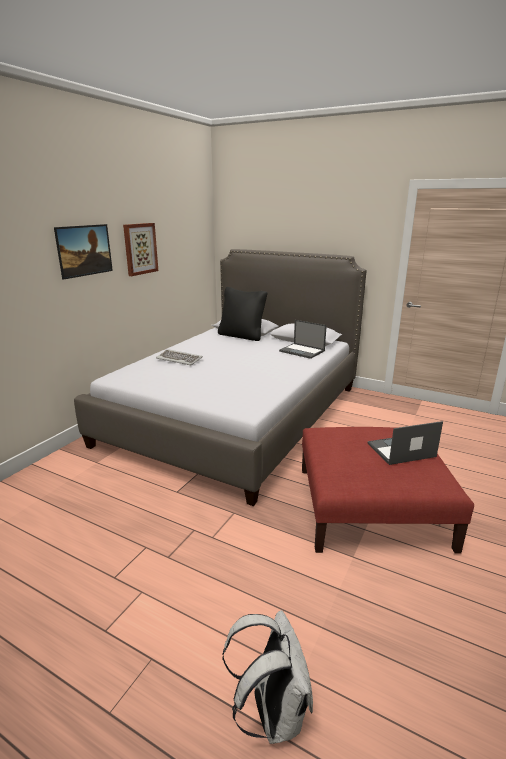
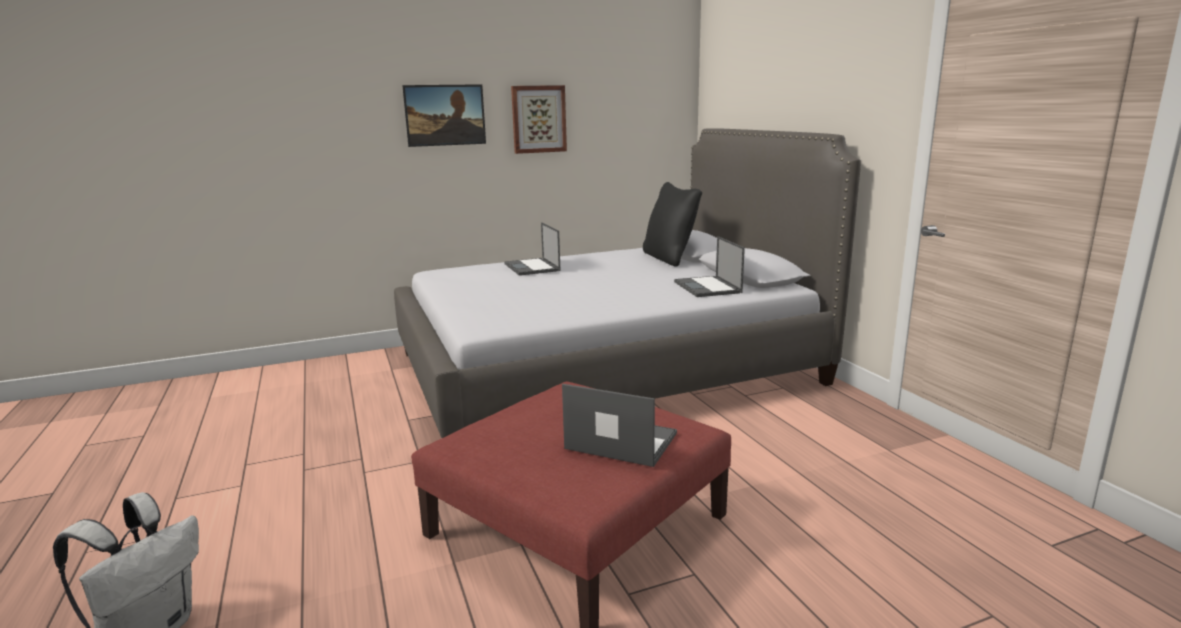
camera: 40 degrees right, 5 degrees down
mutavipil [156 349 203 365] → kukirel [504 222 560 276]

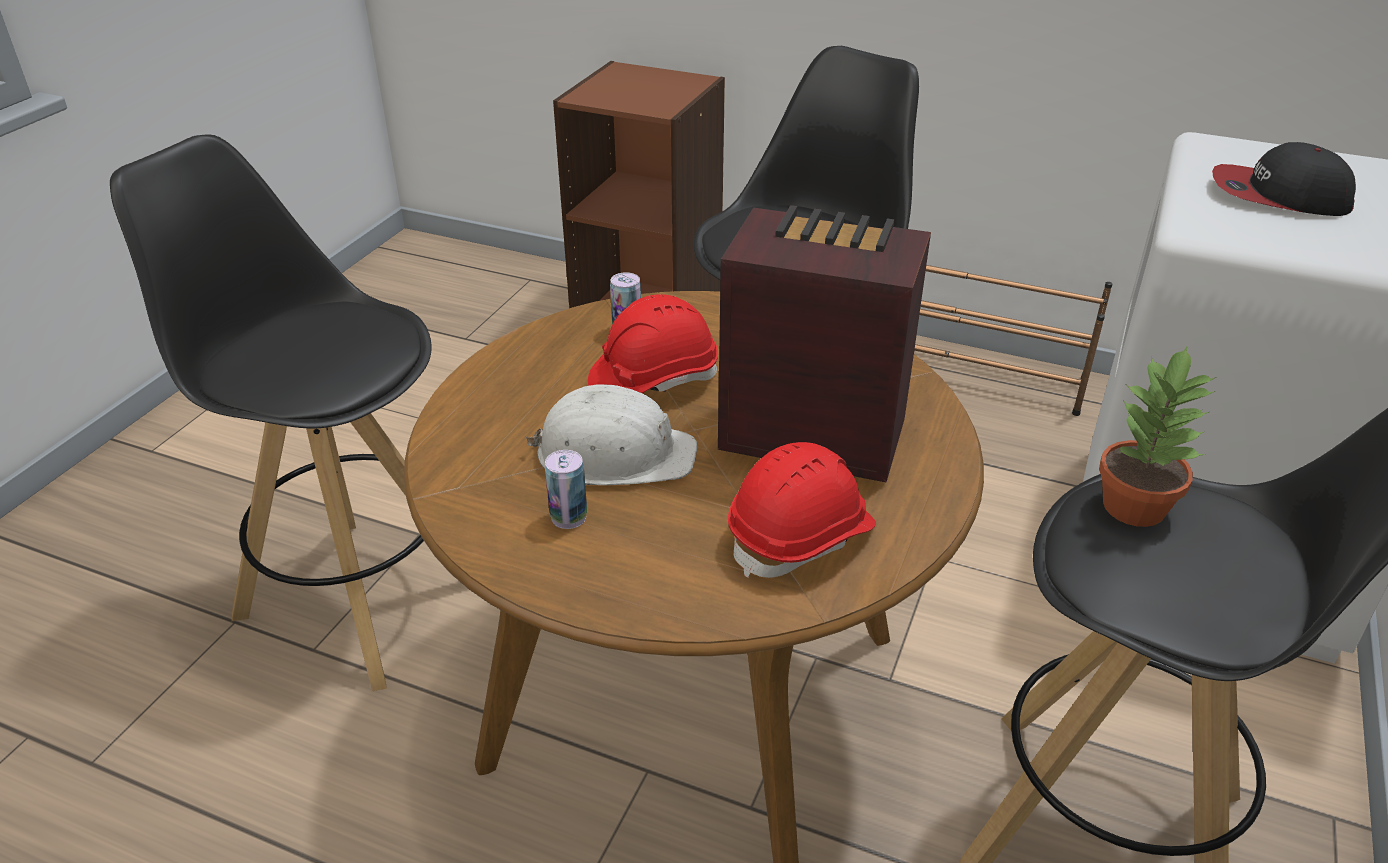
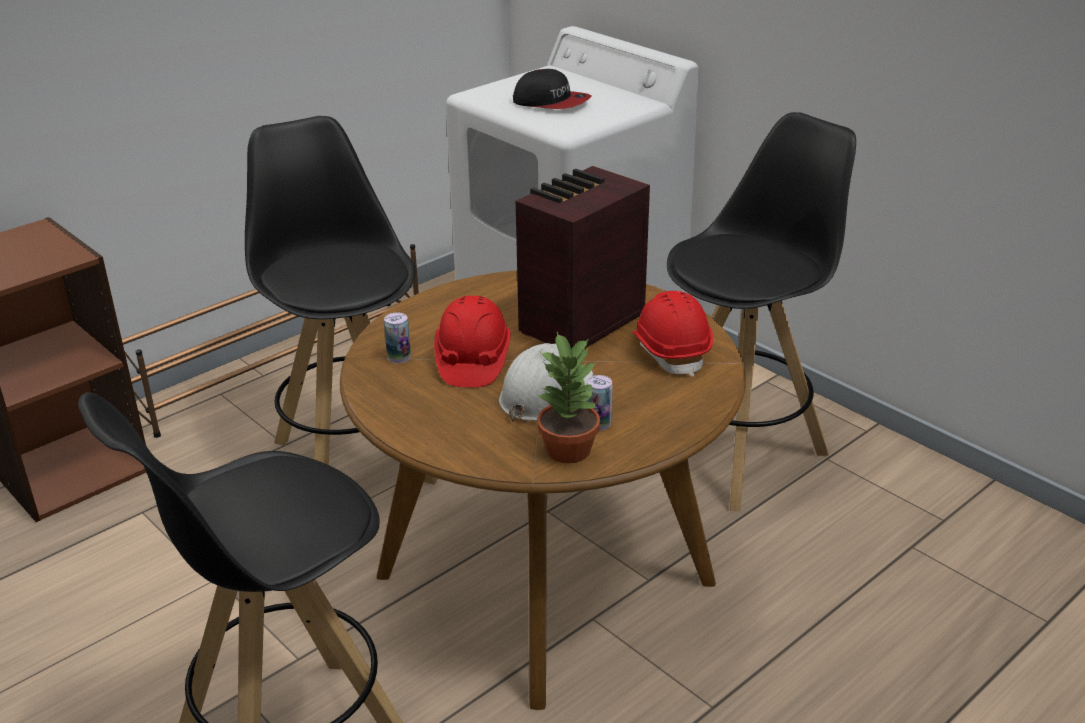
camera: 65 degrees left, 5 degrees down
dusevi [1099 347 1216 527] → dusevi [537 332 600 463], move
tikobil [1212 142 1356 216] → tikobil [513 69 591 109], 105 degrees counterclockwise

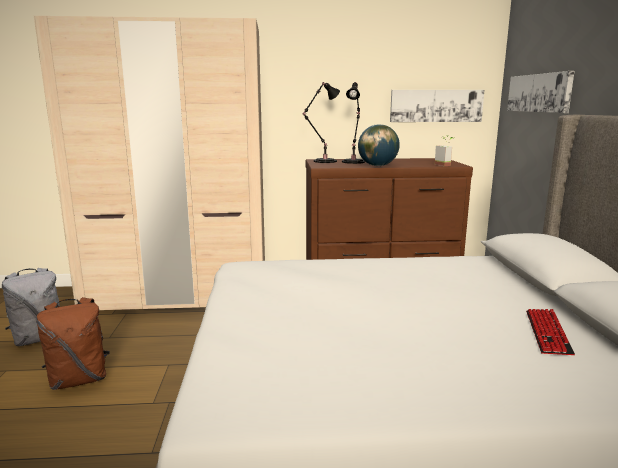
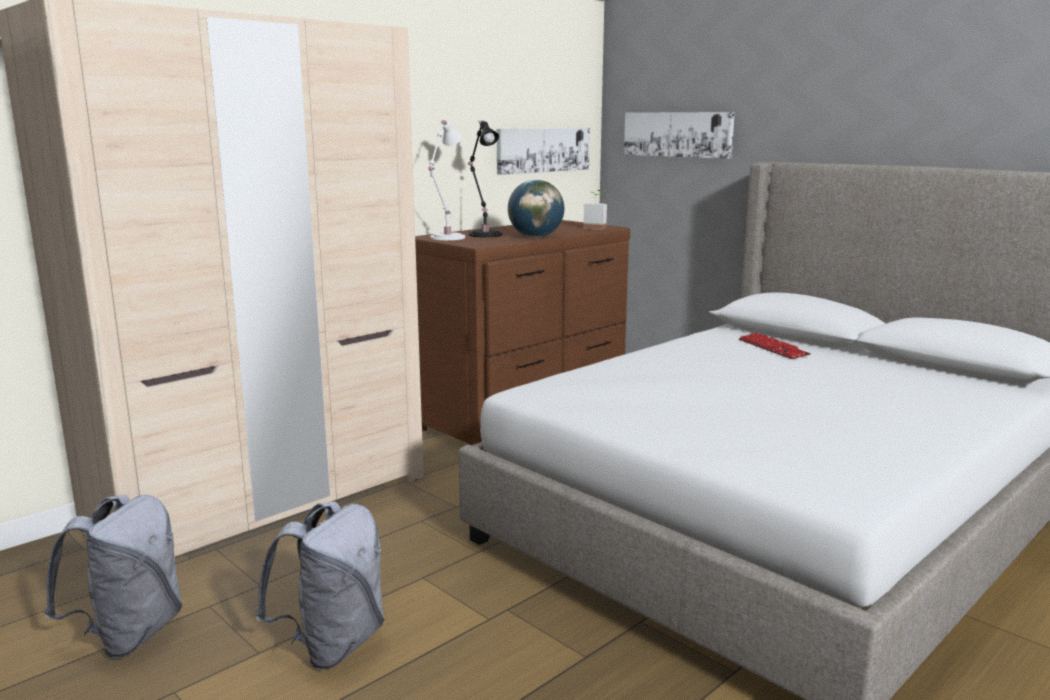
camera: 40 degrees left, 0 degrees up
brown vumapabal [36 297 110 390] → grey vumapabal [256 501 385 669]
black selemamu [303 82 340 163] → white selemamu [428 120 465 240]
mutavipil [526 309 575 355] → mutavipil [739 332 811 359], move

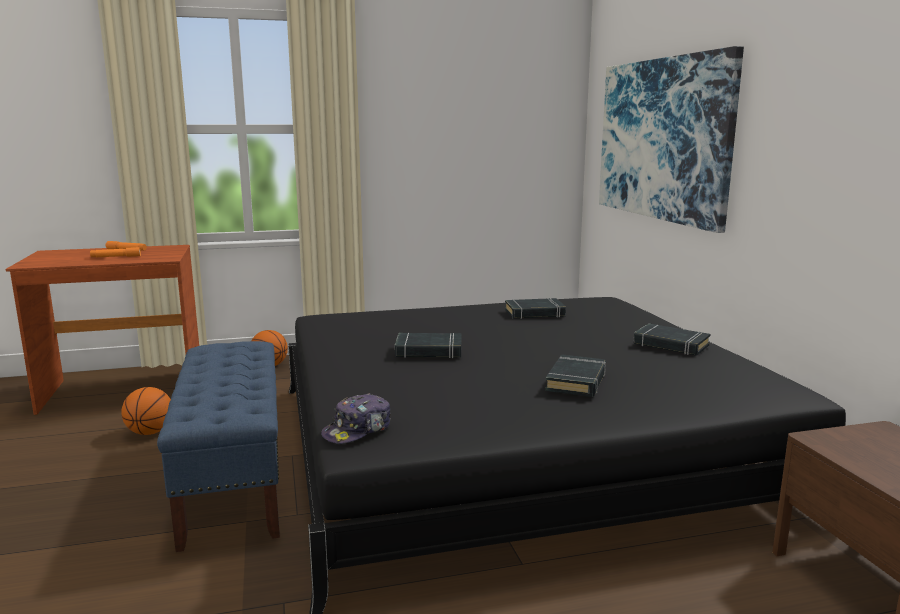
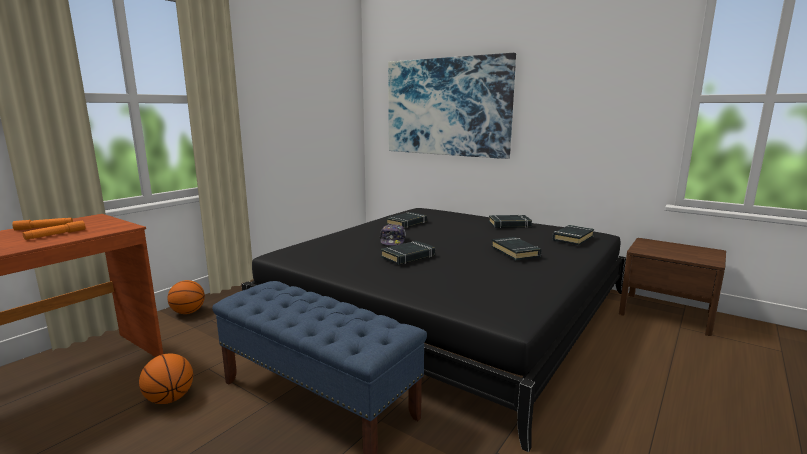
camera: 40 degrees left, 0 degrees up
tikobil [321 393 391 444] → tikobil [380 224 406 246], move
- → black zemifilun [552 225 594 245]

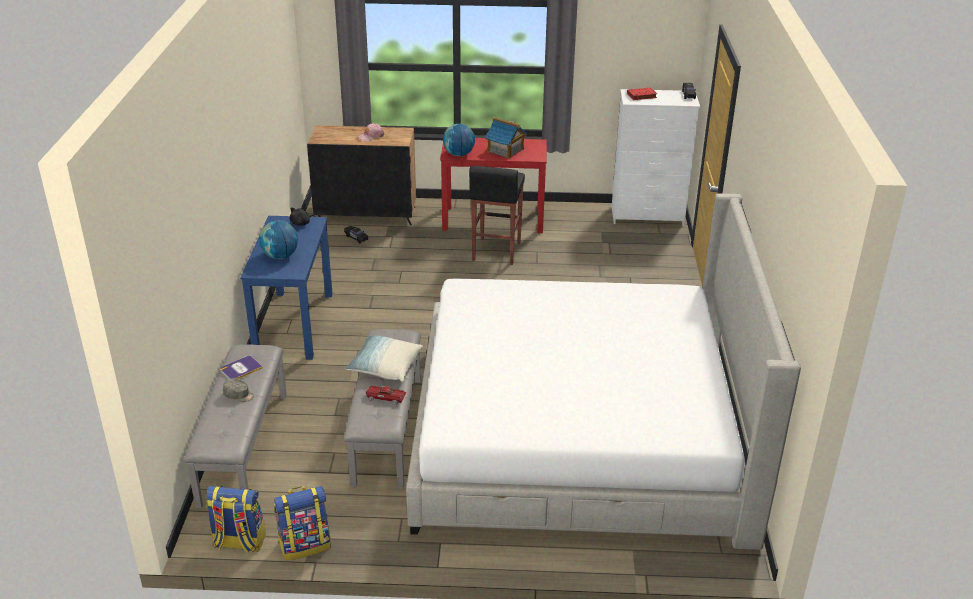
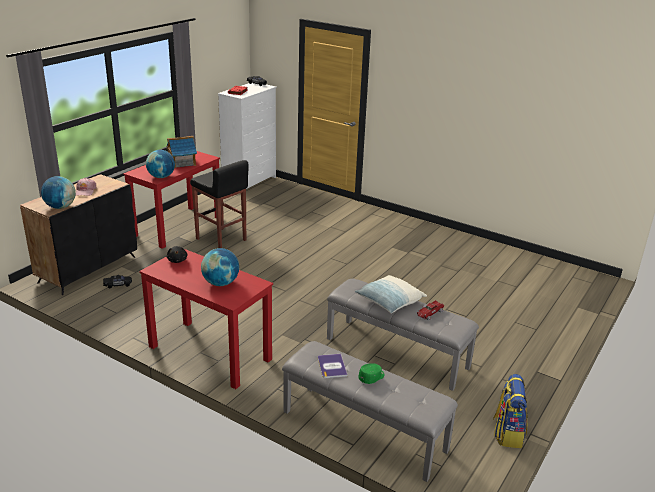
camera: 60 degrees left, 5 degrees down
vumapabal [206 486 266 553] → -
grey tikobil [223 378 254 402] → green tikobil [358 363 385 384]
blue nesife [240 216 333 360] → red nesife [139 249 273 389]
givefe [406 193 801 550] → -
- → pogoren [41 176 76 209]

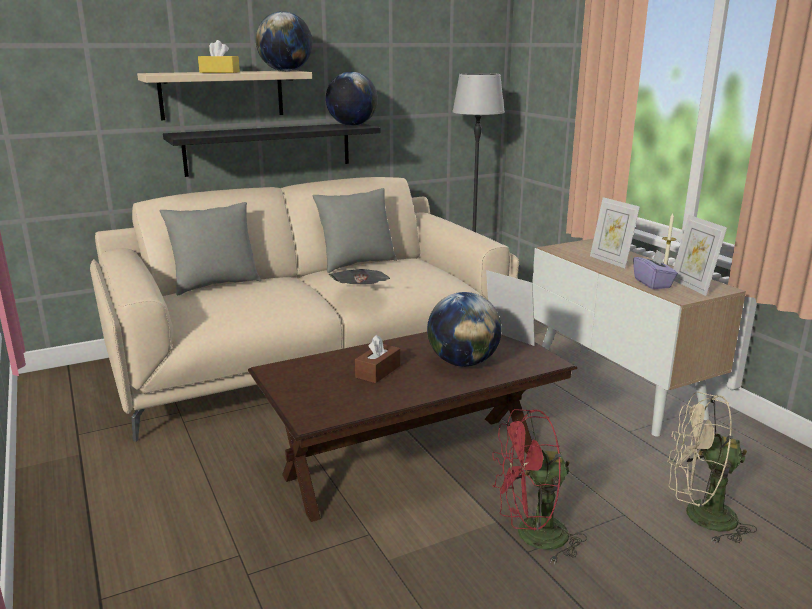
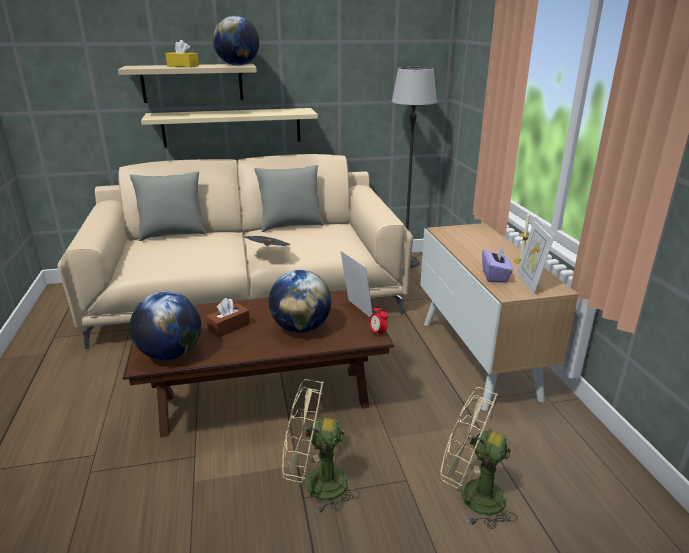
camera: 15 degrees right, 5 degrees up
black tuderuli [163 123 381 177] → beige tuderuli [141 108 318 148]
pogoren [326 72 378 126] → pogoren [130 291 202 360], move
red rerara [492 409 587 564] → beige rerara [282 379 360 514]
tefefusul [590 197 640 268] → -
- → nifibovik [369 304 388 334]

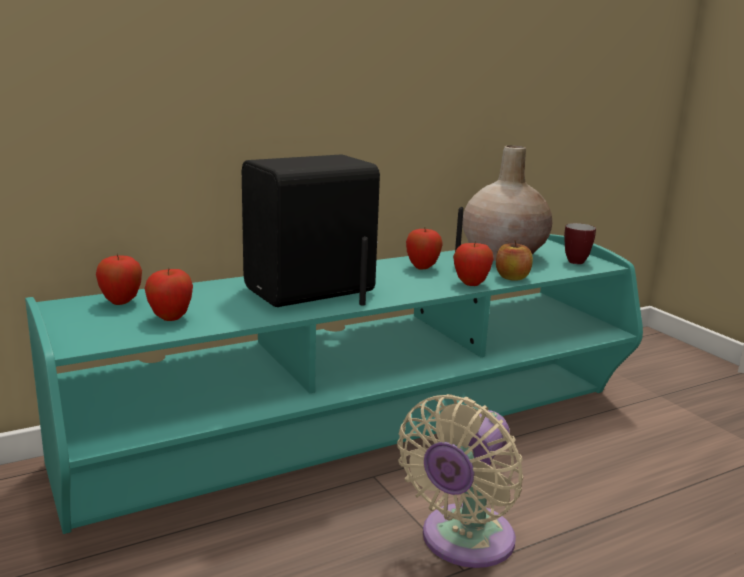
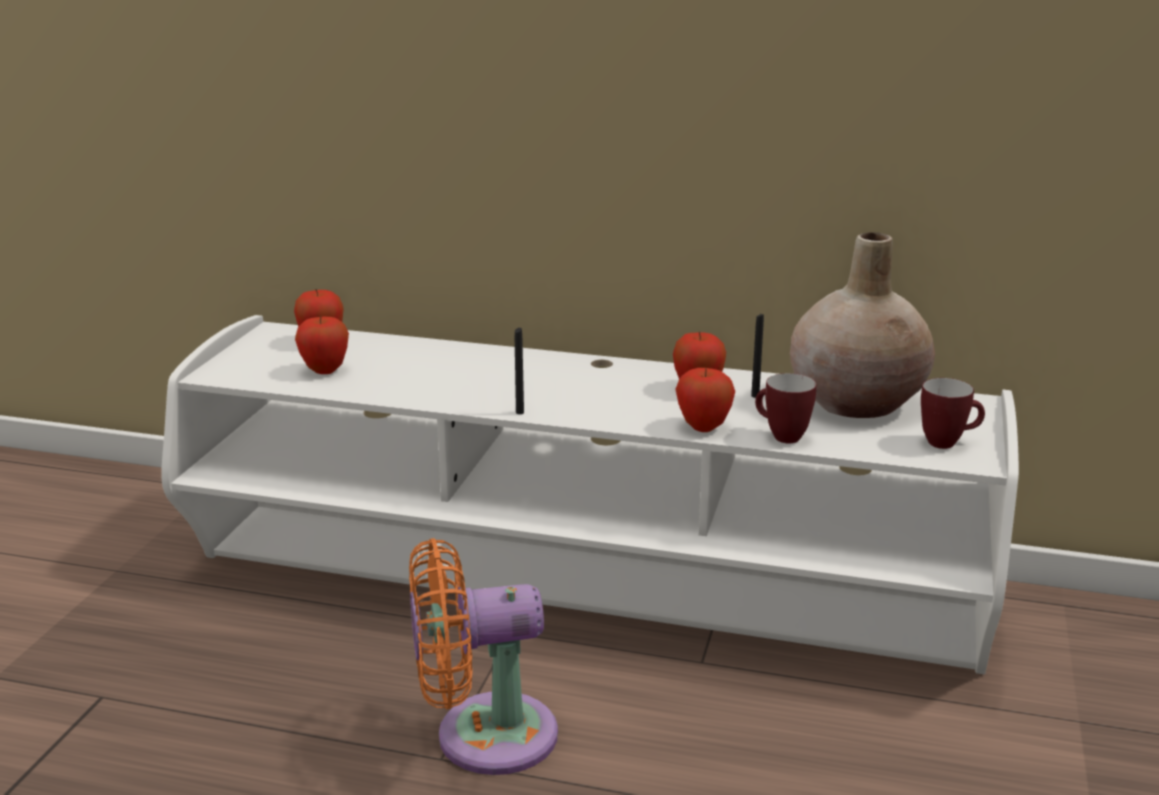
camera: 45 degrees right, 5 degrees up
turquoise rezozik [25 234 643 534] → white rezozik [161 315 1019 674]
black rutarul [242 154 380 307] → -
beige rerara [397 394 523 568] → orange rerara [409 538 558 775]
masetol [496 240 533 281] → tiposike [755 373 816 443]

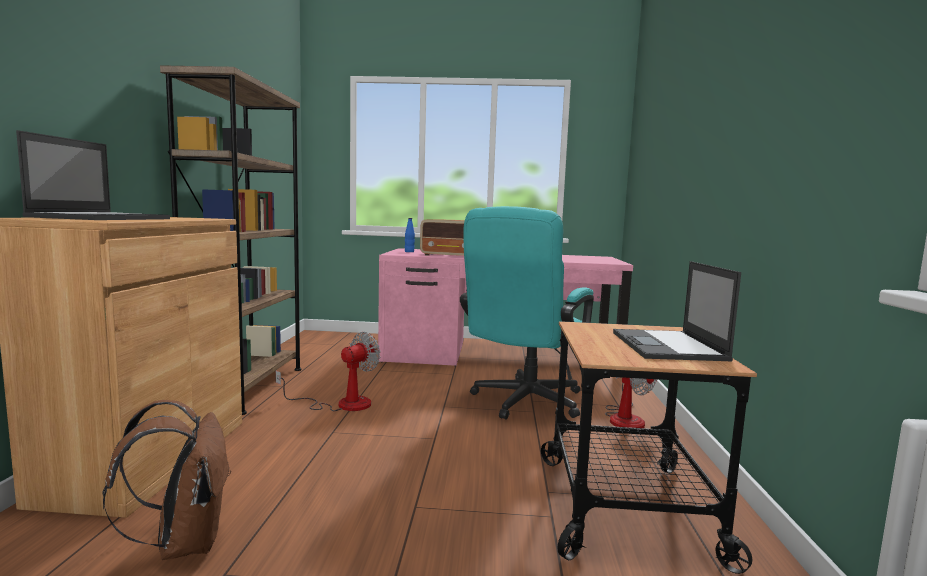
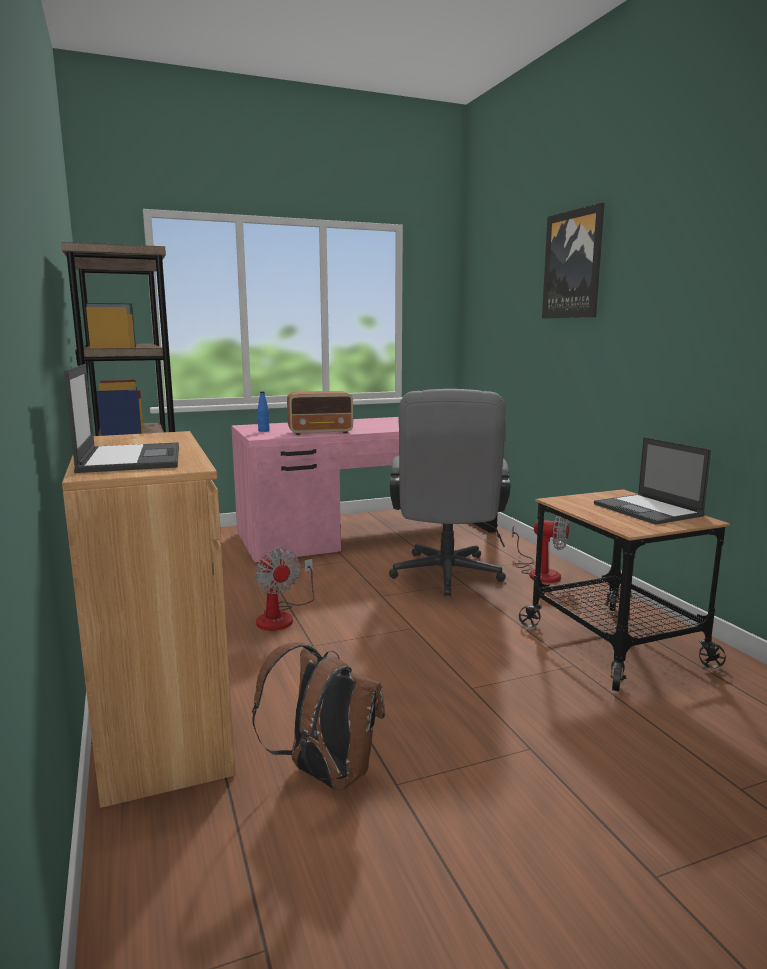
camera: 25 degrees left, 5 degrees up
rerara [275 332 381 411] → rerara [255 548 315 631], 135 degrees clockwise
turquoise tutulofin [460 206 594 420] → grey tutulofin [389 389 510 596]
- → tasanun [542 203 604 319]

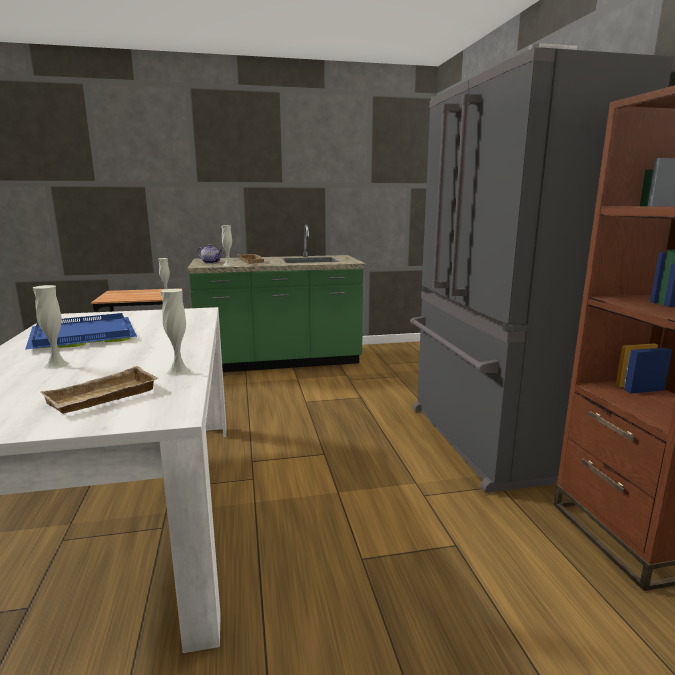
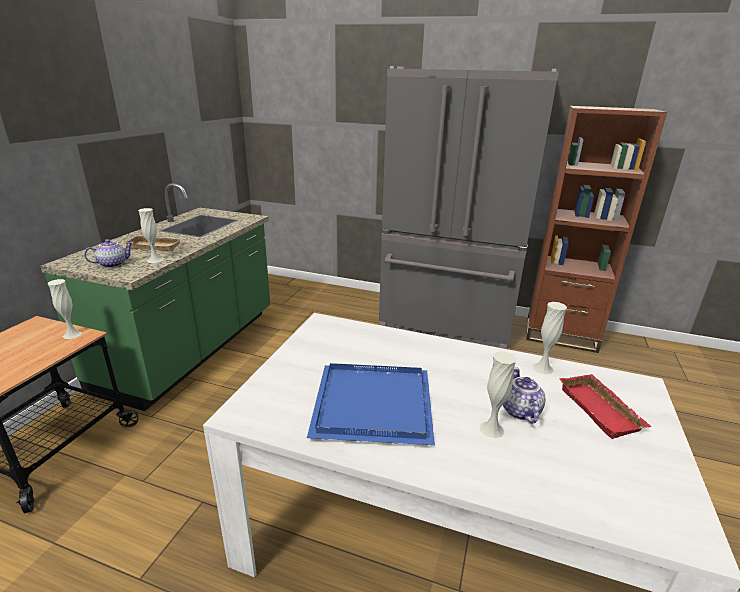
camera: 60 degrees left, 10 degrees up
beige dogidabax [41 366 159 414] → red dogidabax [559 374 652 439]
- → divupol [503 367 545 423]

